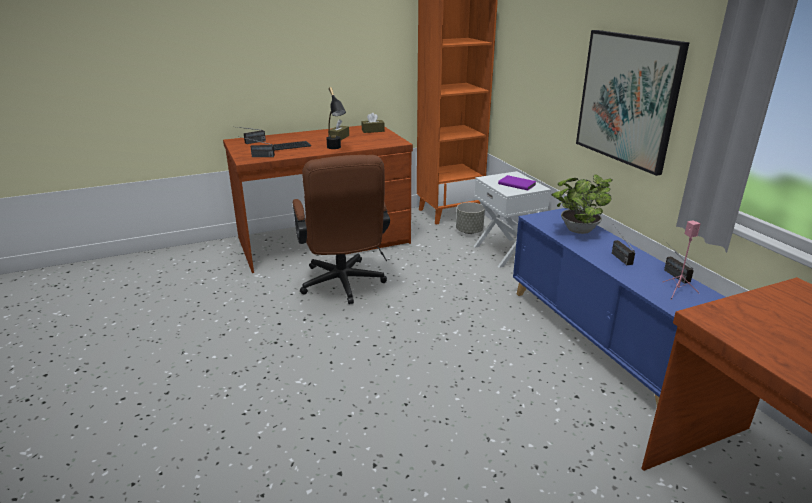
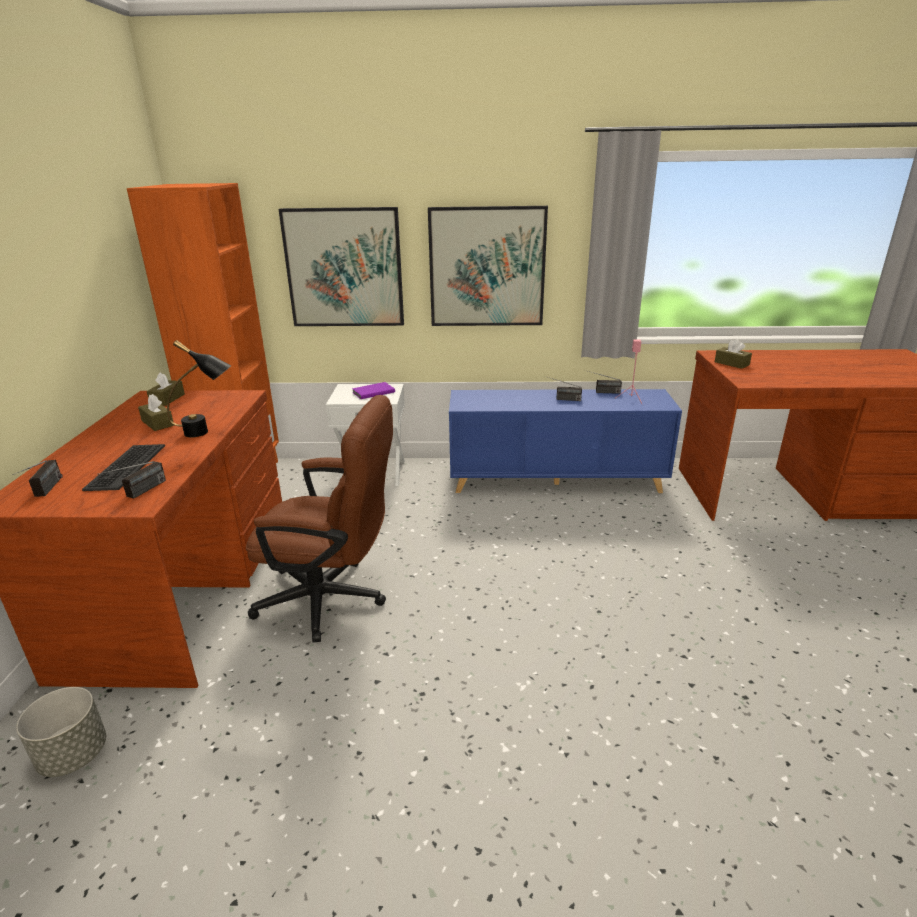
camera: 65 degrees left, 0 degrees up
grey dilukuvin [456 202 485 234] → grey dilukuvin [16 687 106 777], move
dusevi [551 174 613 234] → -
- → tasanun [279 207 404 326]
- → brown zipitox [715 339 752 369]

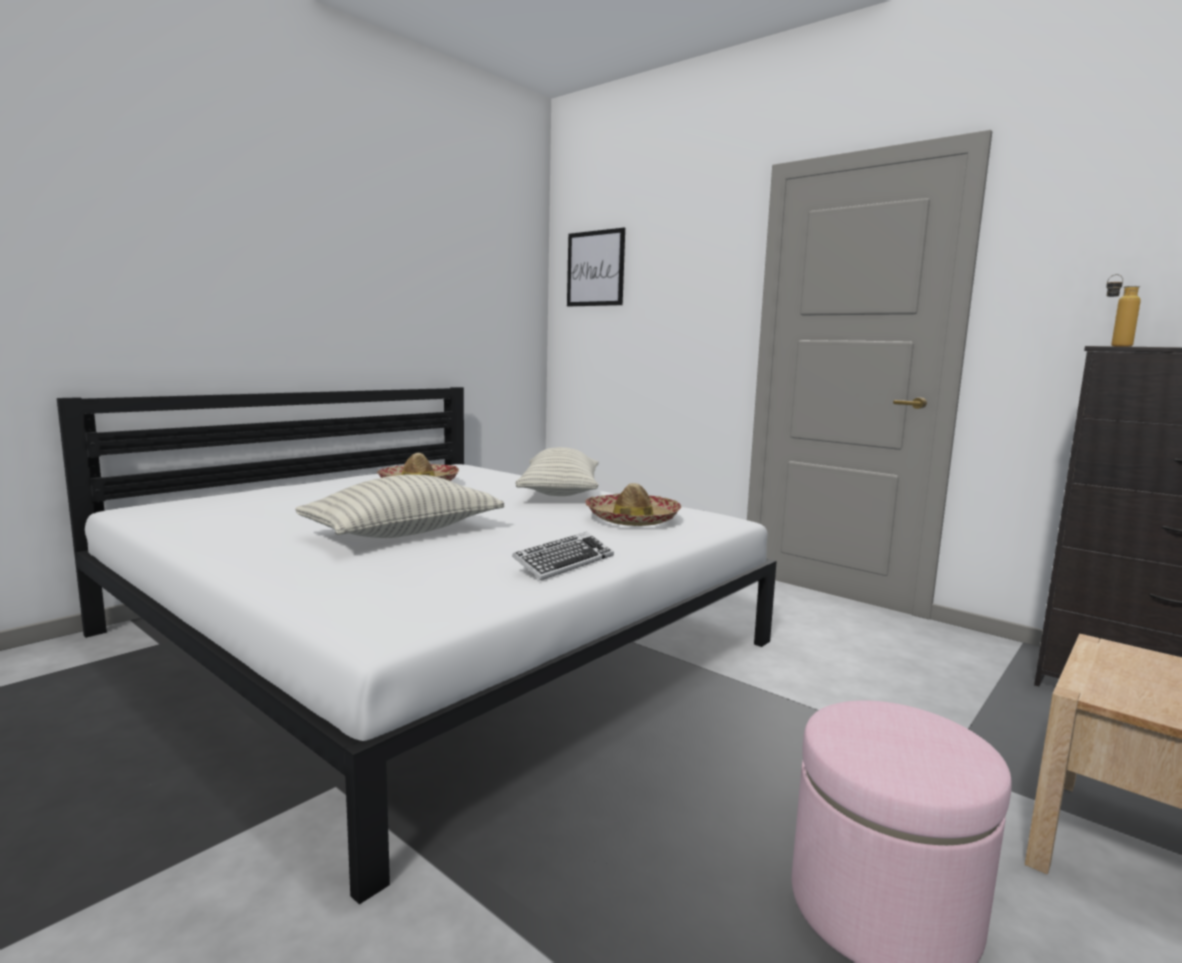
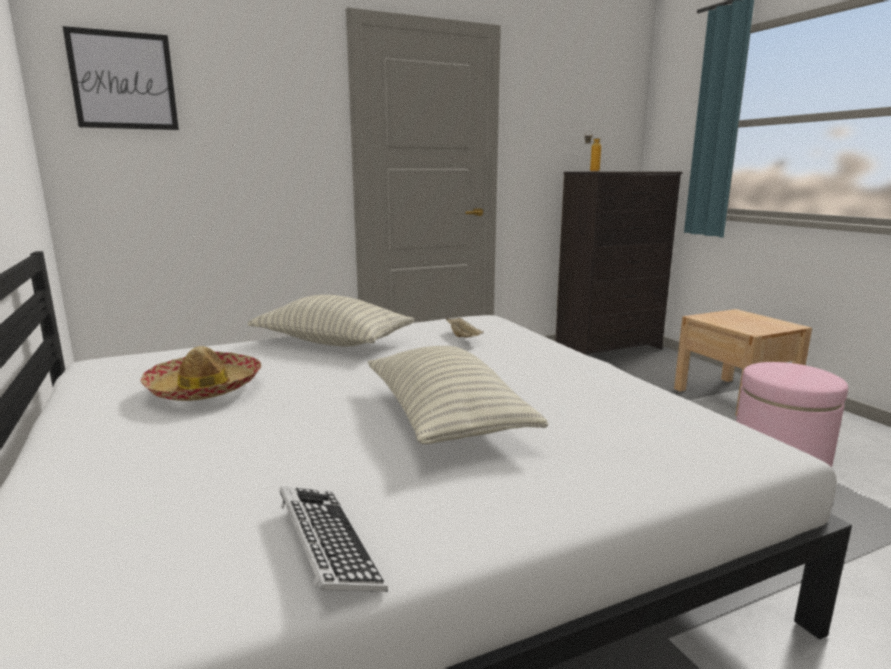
camera: 65 degrees left, 5 degrees up
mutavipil [512 532 614 580] → mutavipil [279 486 388 592], move
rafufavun [585 483 681 526] → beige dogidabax [446 317 483 337]

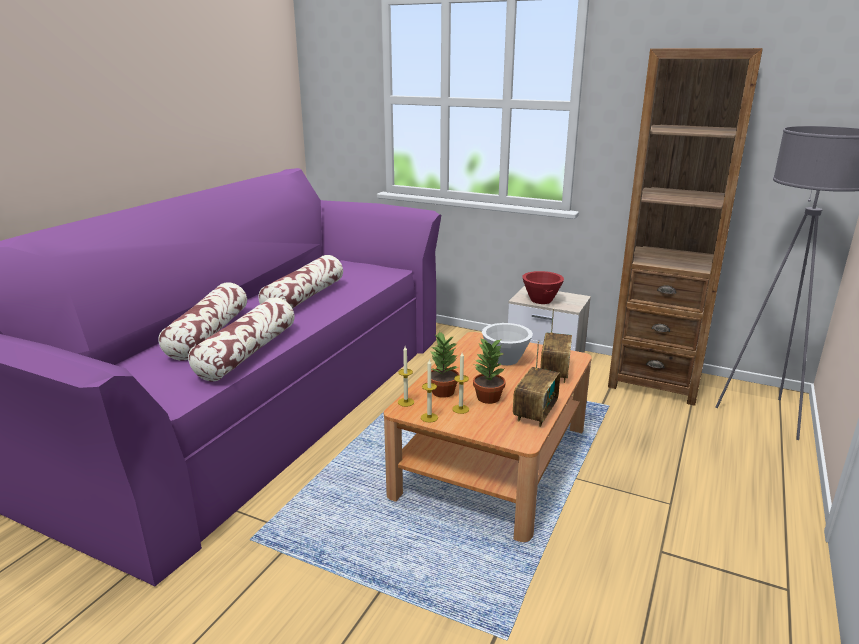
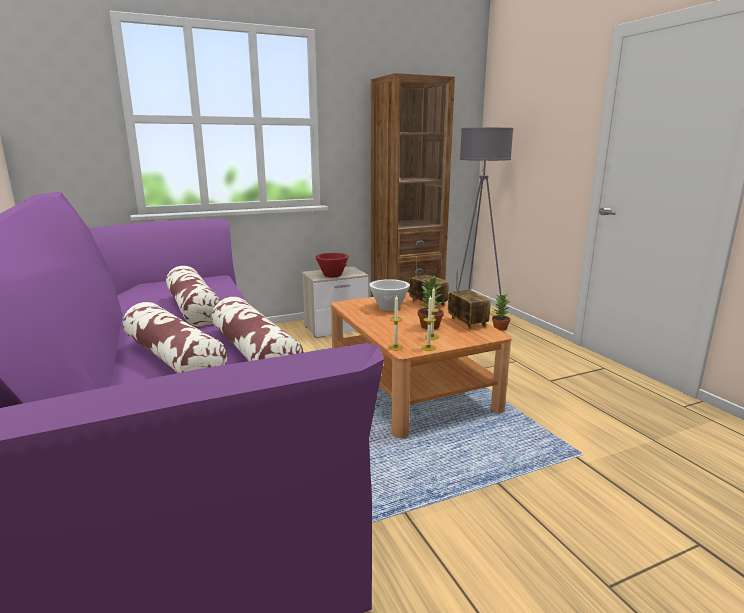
camera: 50 degrees left, 5 degrees down
dusevi [427 331 459 398] → dusevi [492 294 511 331], move

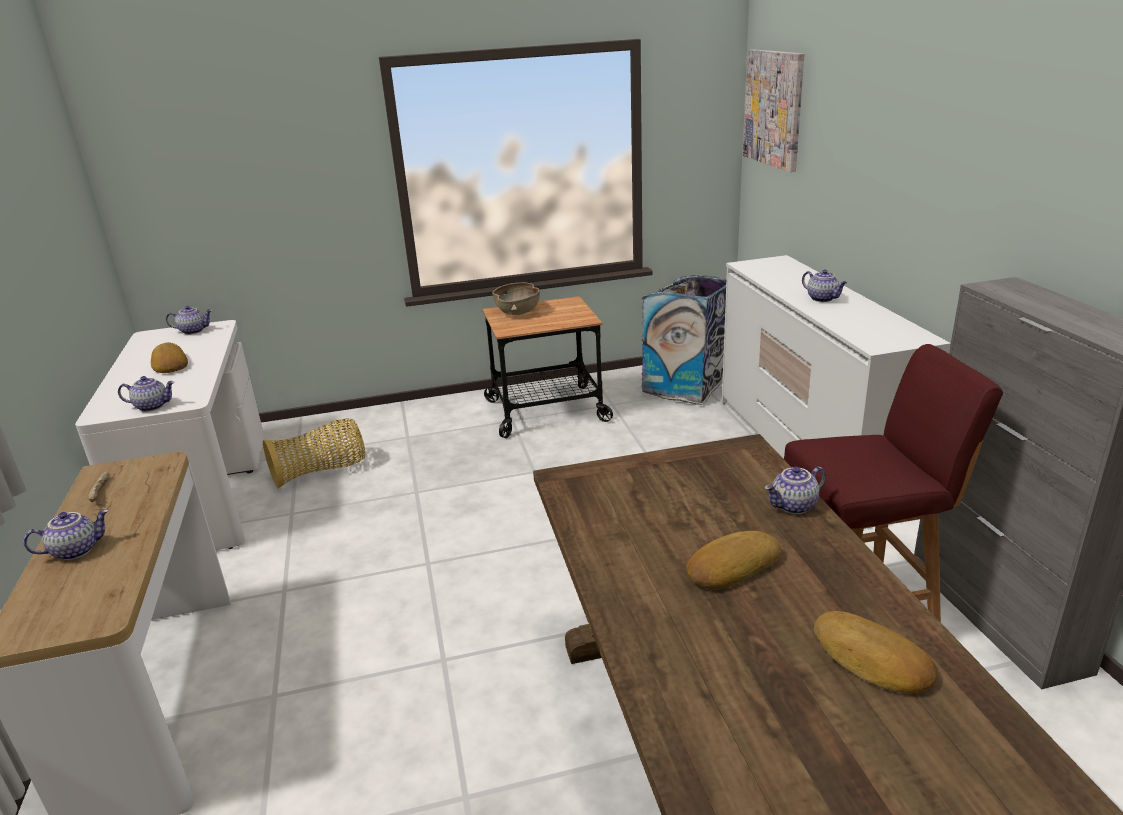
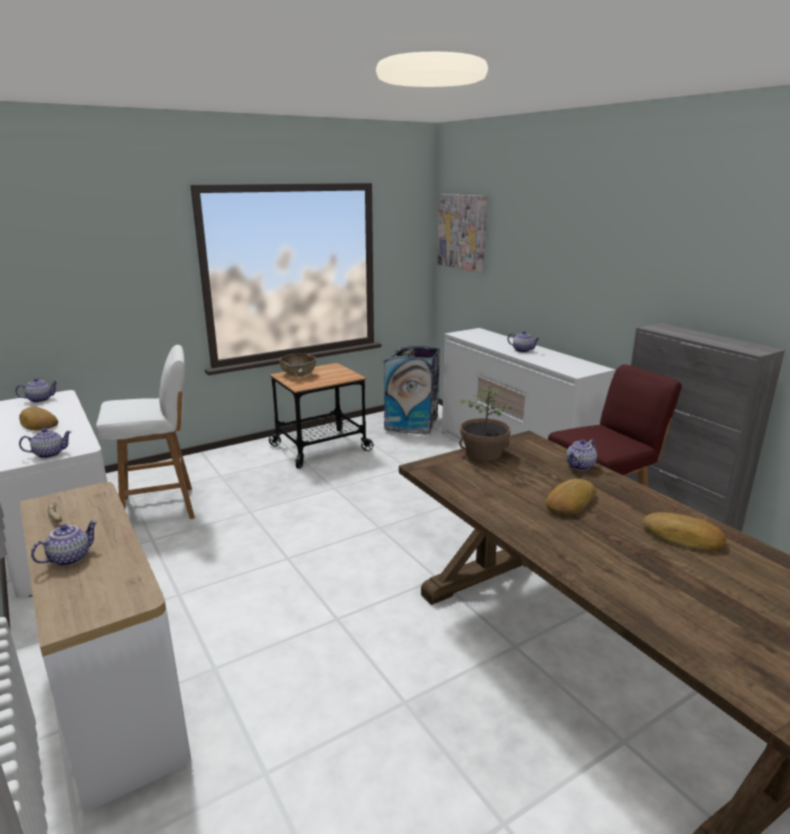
camera: 20 degrees left, 5 degrees down
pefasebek [263 418 365 488] → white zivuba [96 345 195 519]
- → dusevi [459 384 511 461]

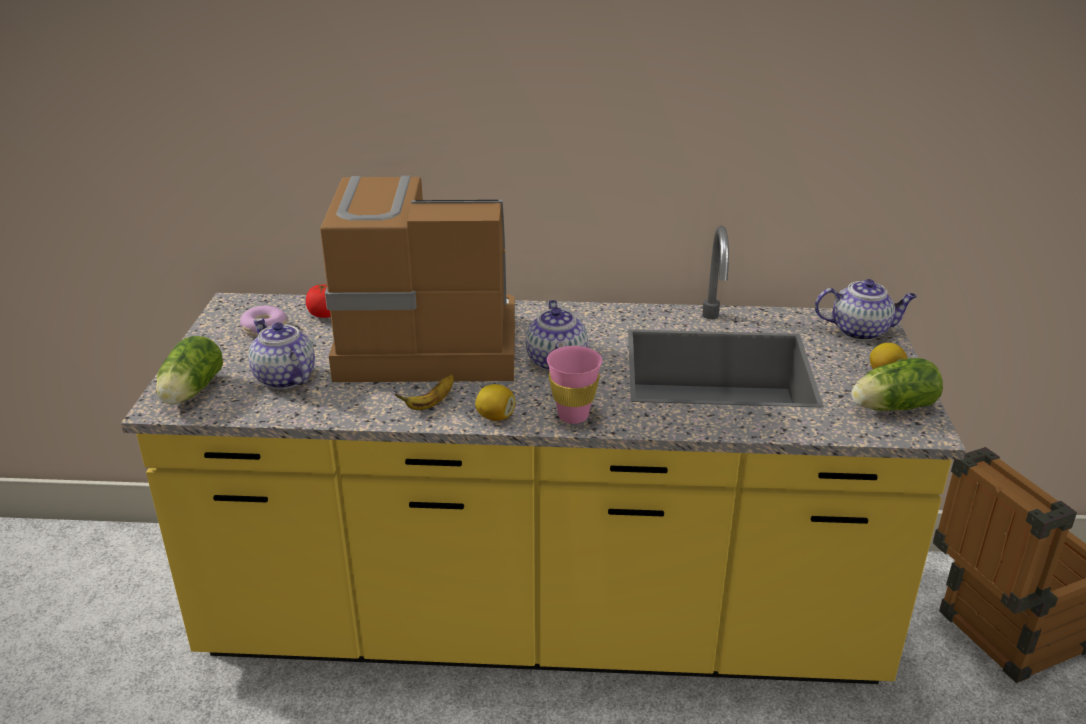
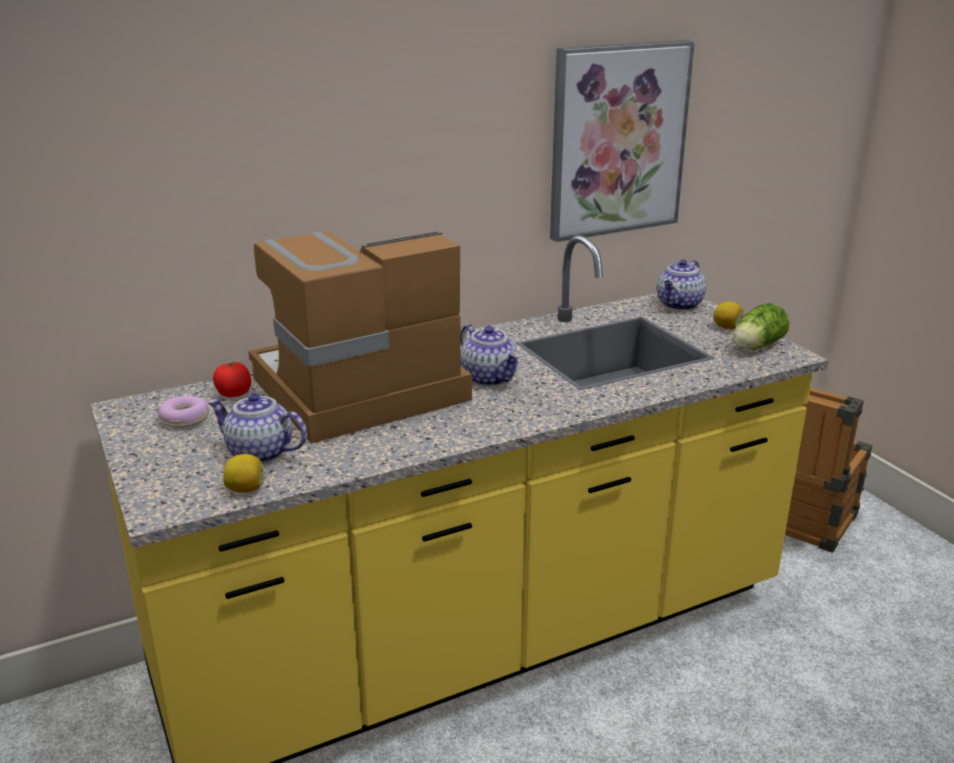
camera: 30 degrees left, 5 degrees down
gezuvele [156 336 223 404] → -
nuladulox [395 374 454 410] → -
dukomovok [475 384 515 421] → dukomovok [224 454 264 493], move
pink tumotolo [547 346 602 424] → -
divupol [815 279 917 341] → divupol [657 260 706 310], 150 degrees clockwise
- → tasanun [550 40 695 242]

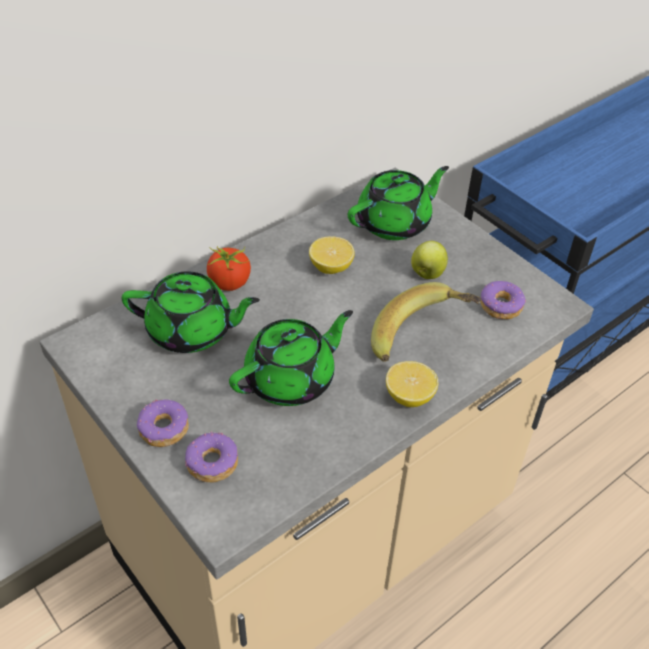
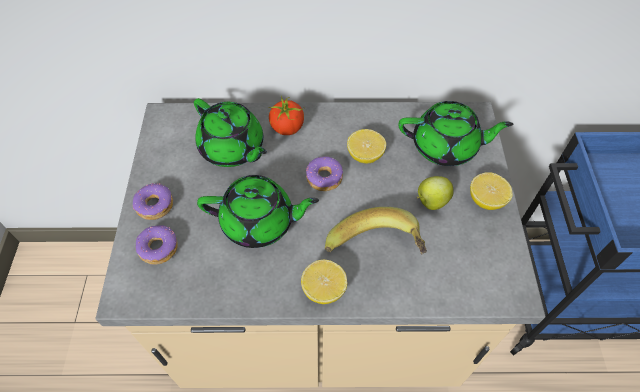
camera: 40 degrees right, 10 degrees up
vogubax [480 280 526 319] → vogubax [306 156 343 191], move
- → dukomovok [470 172 513 210]

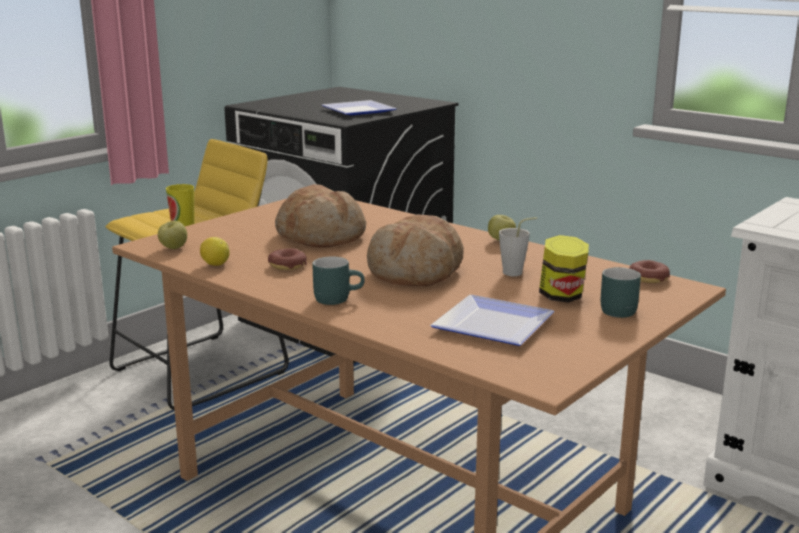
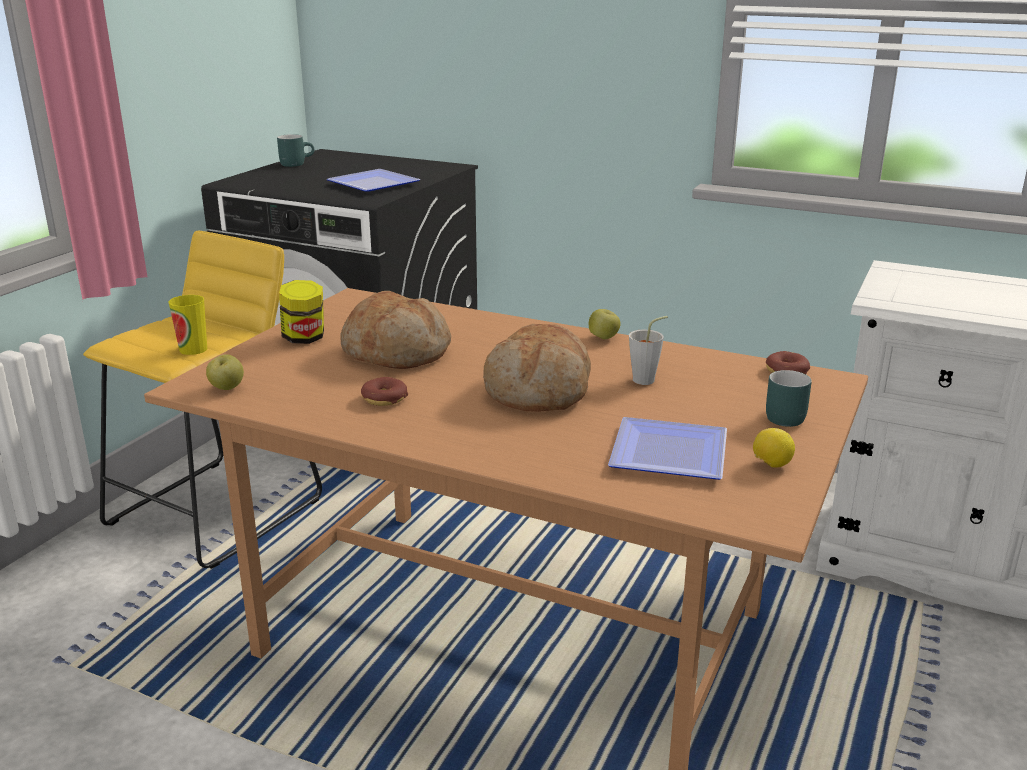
camera: 15 degrees left, 5 degrees up
dukomovok [200 237 230 266] → dukomovok [753 428 795 468], move
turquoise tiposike [312 257 365 305] → turquoise tiposike [277 134 314 167], move
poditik [539 235 589 303] → poditik [279 280 324 344], move

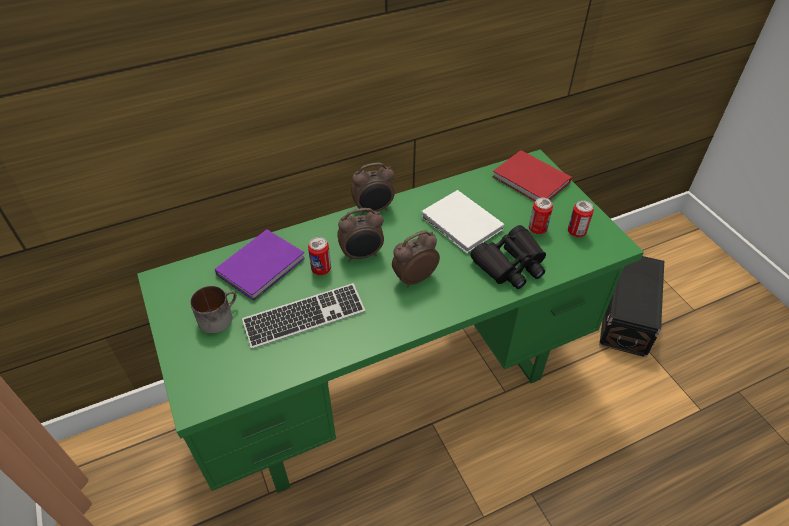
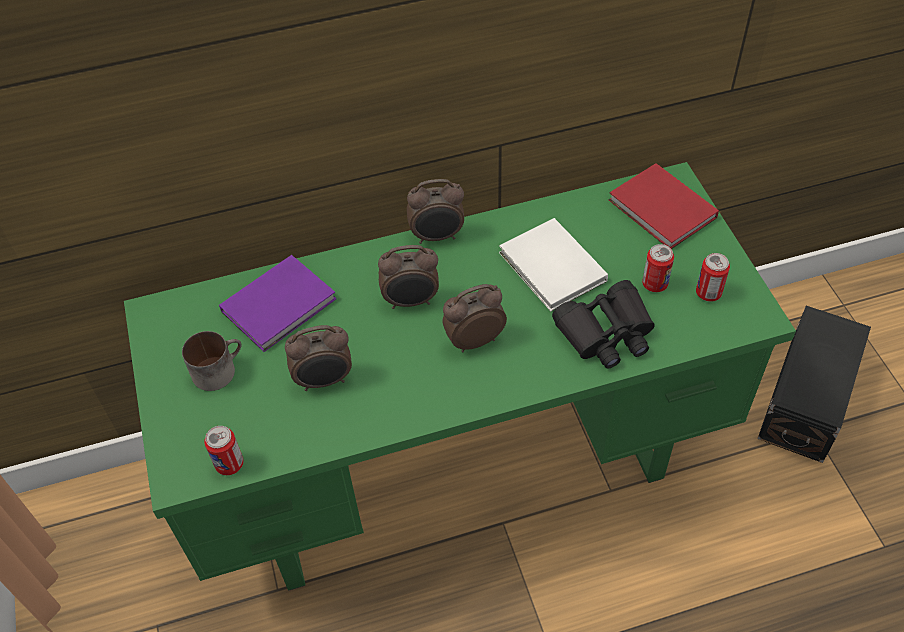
camera: 10 degrees right, 5 degrees up
mutavipil [242 283 365 349] → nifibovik [285 325 352 391]
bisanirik [308 237 331 275] → bisanirik [204 426 244 475], move

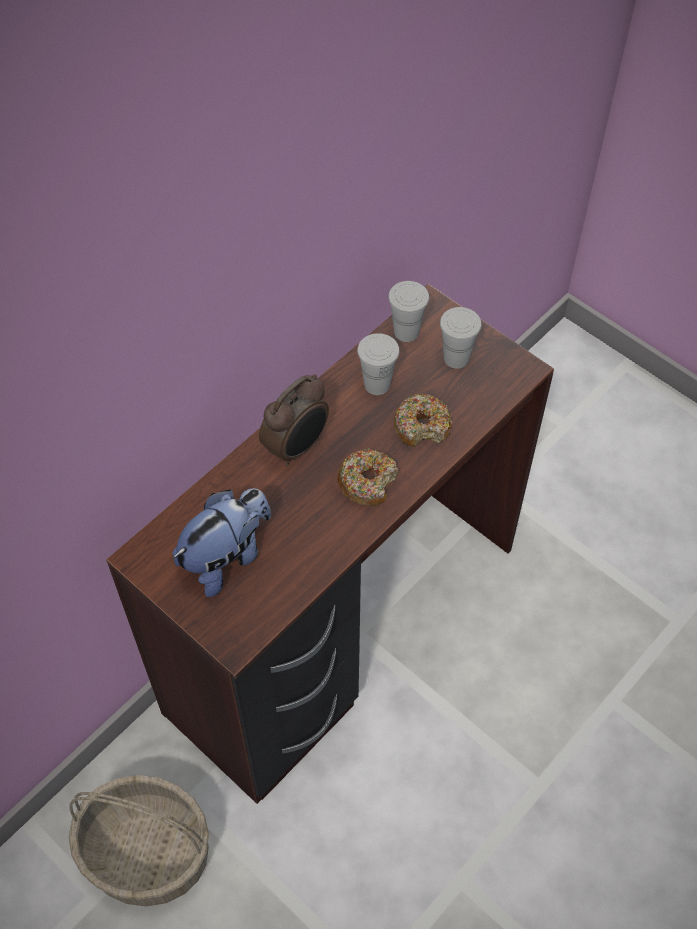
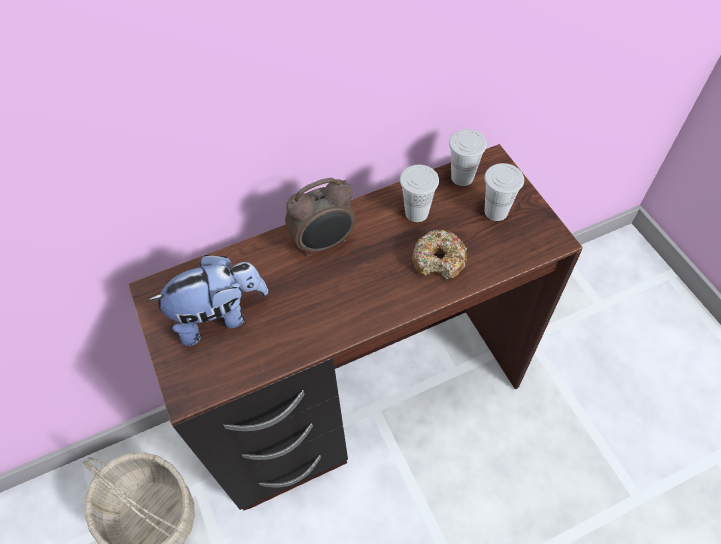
camera: 25 degrees right, 0 degrees up
vogubax [337 449 399 507] → -

